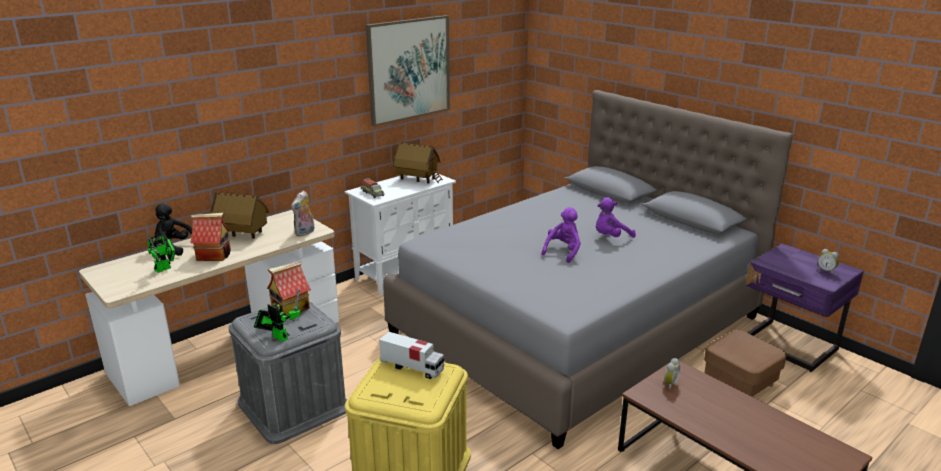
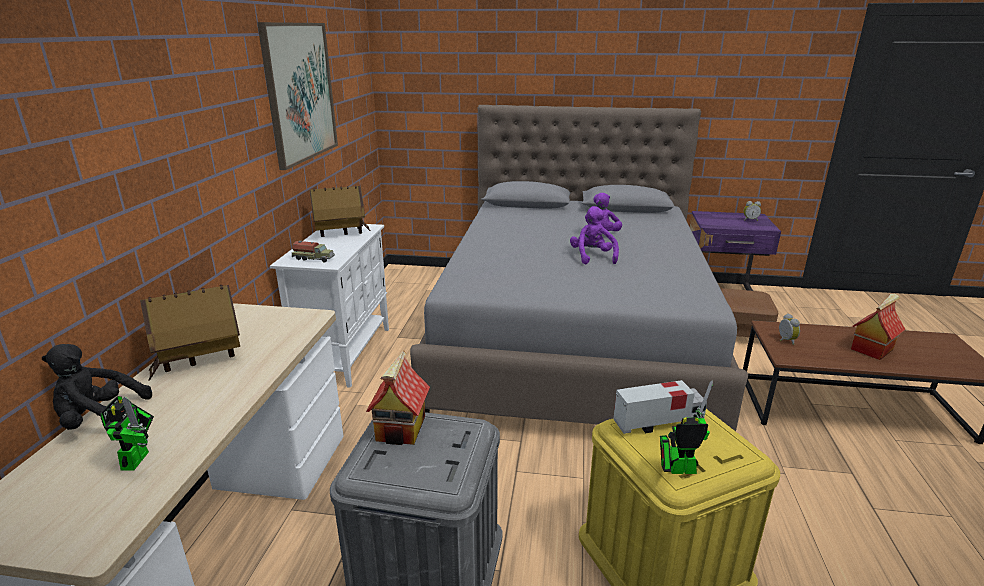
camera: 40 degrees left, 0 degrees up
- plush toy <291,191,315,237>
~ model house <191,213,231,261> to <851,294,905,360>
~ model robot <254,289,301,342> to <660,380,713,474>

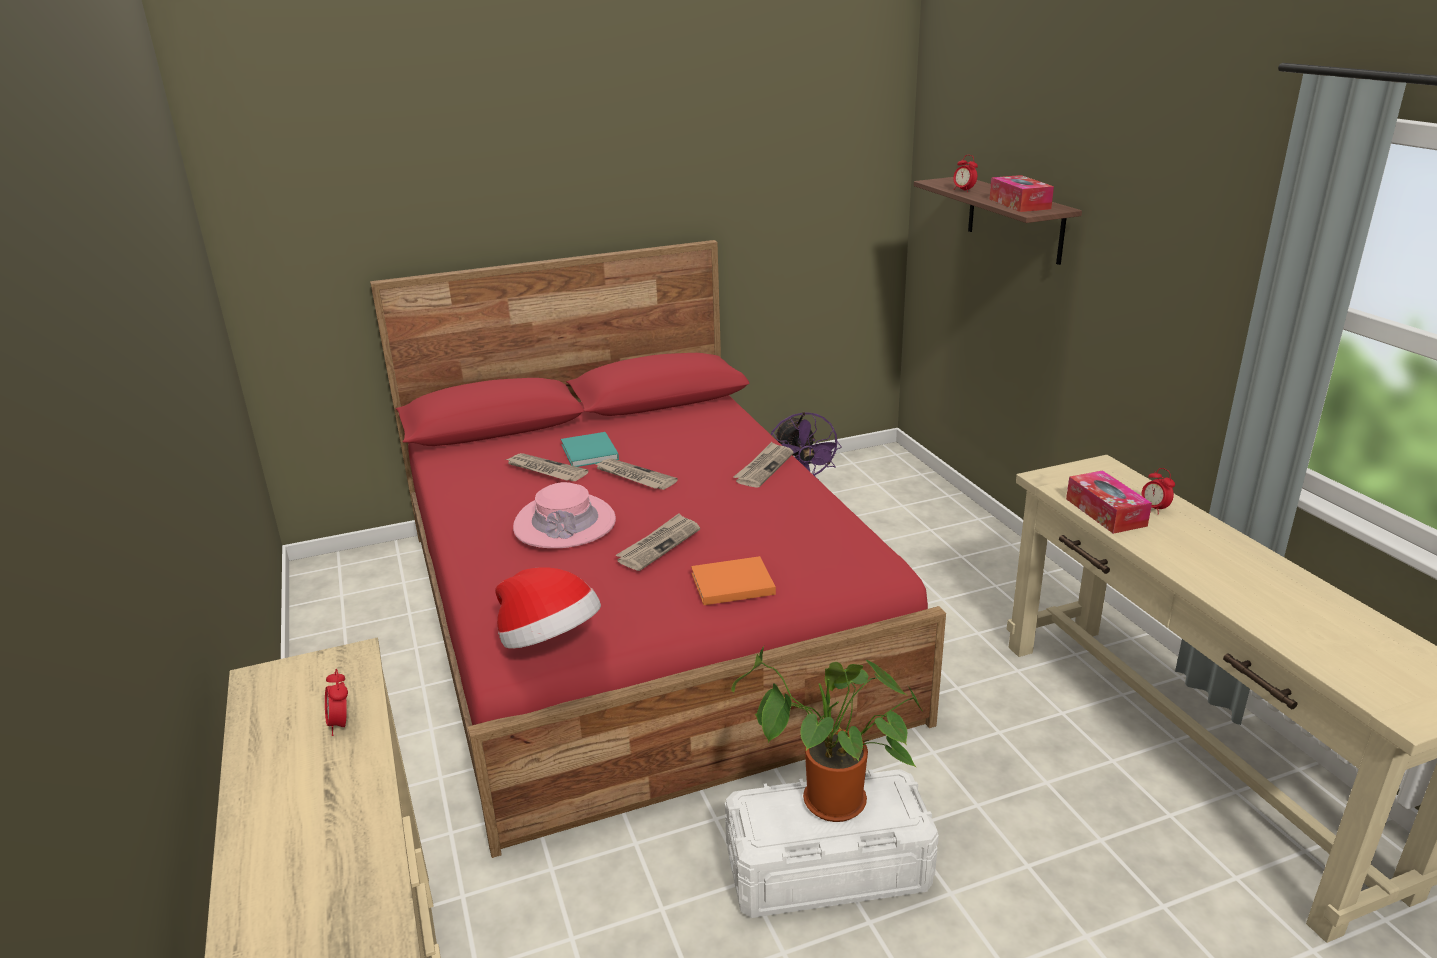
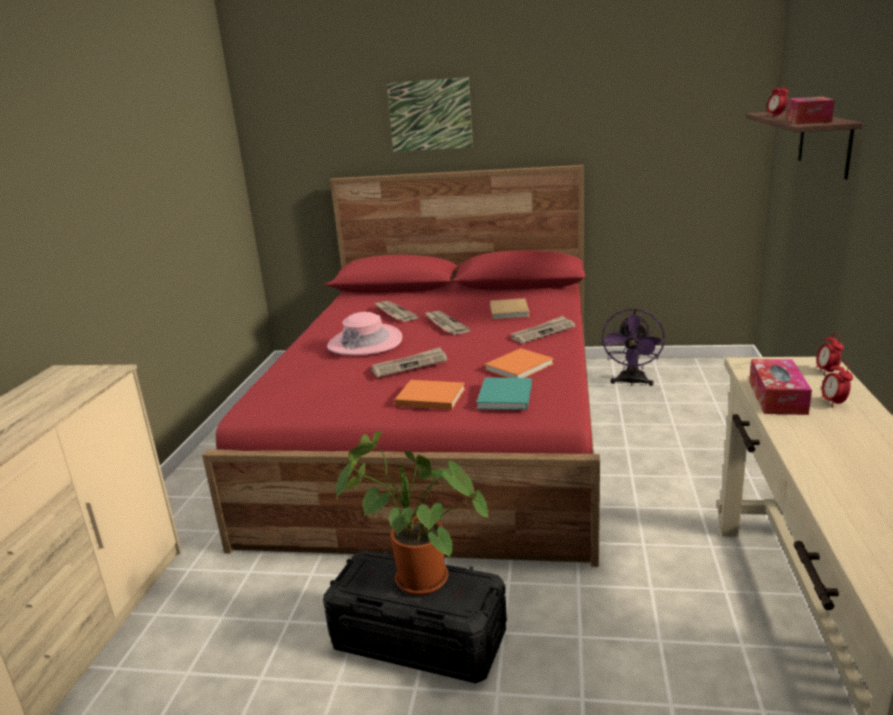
camera: 30 degrees right, 5 degrees down
~ turquoise volume <561,432,619,467> to <477,378,532,410>
- wearable hat <495,567,601,649>
~ alarm clock <325,669,348,736> to <816,333,844,375>
~ white storage bin <725,769,939,918> to black-coloured storage bin <323,551,507,683>
+ wall art <387,77,473,152>
+ beige-coloured volume <490,298,530,319>
+ orange volume <484,348,554,378>

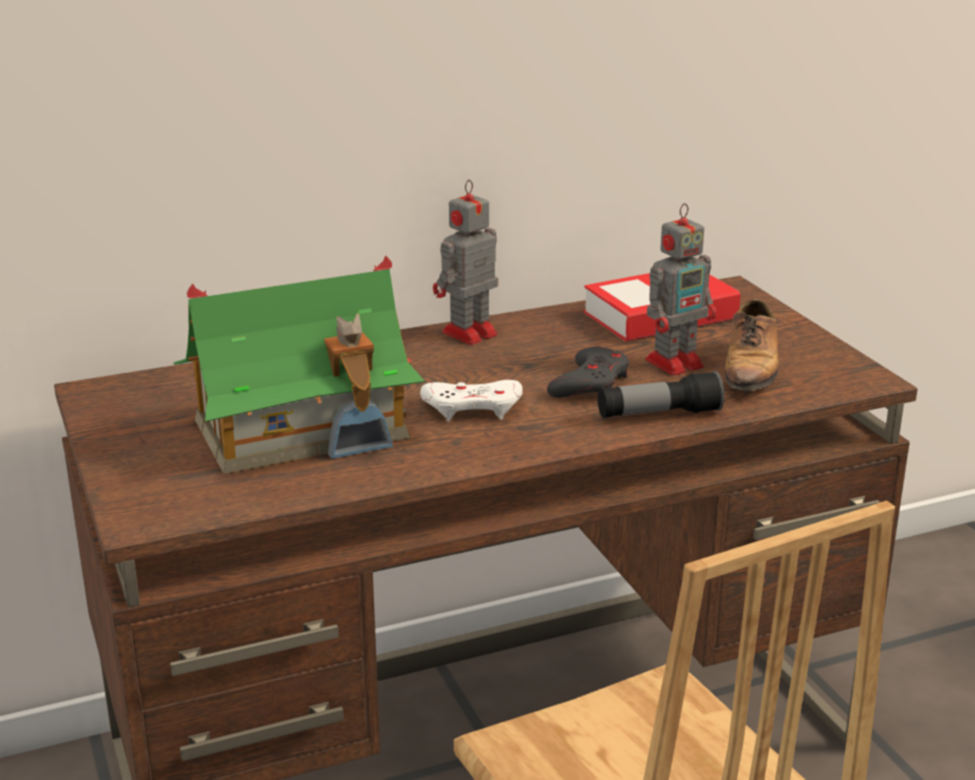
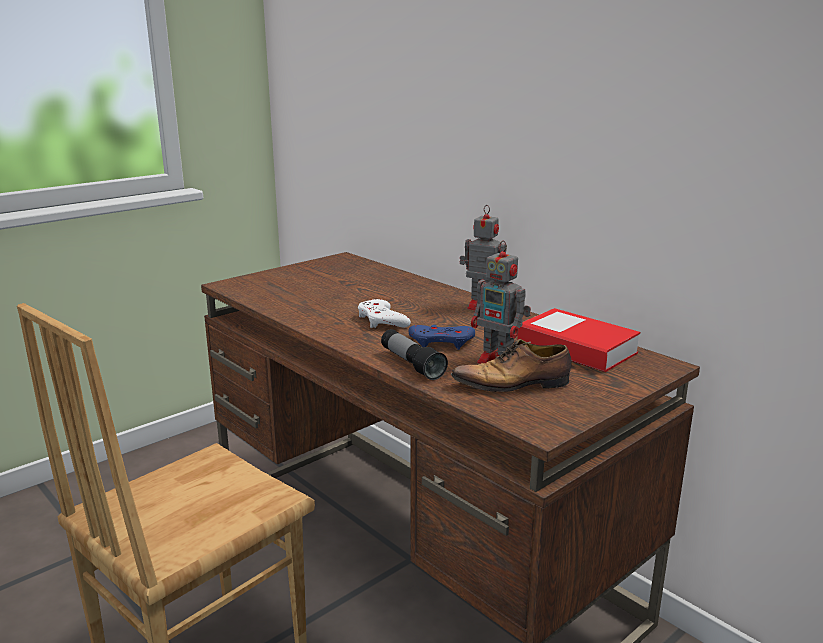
camera: 70 degrees right, 5 degrees down
- model house <173,255,425,474>
~ gray game controller <547,347,629,398> to bluish game controller <409,325,475,350>

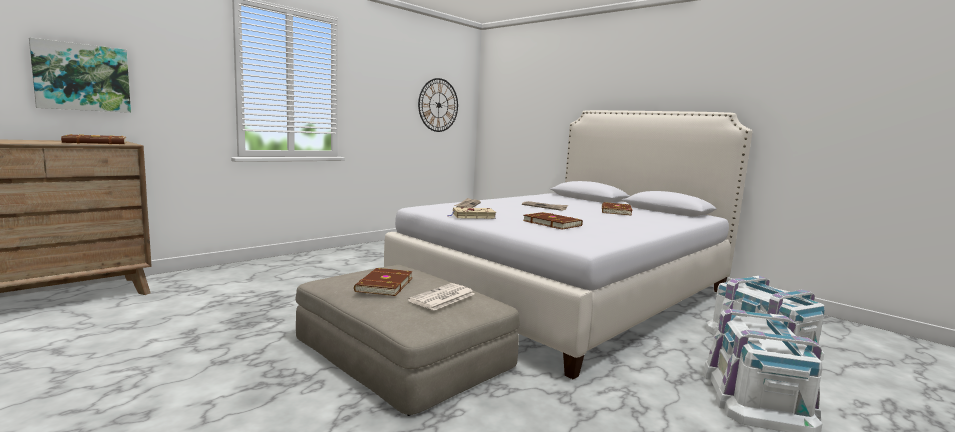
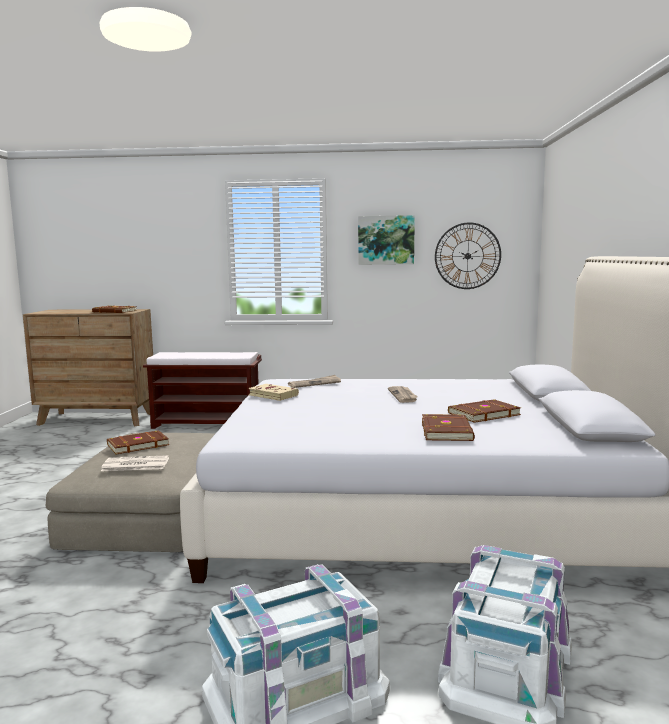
camera: 50 degrees right, 0 degrees up
~ wall art <29,37,131,113> to <358,215,415,265>
~ brown-coloured volume <523,212,583,229> to <422,414,475,441>
+ brown-coloured indoor bench <143,352,262,429>

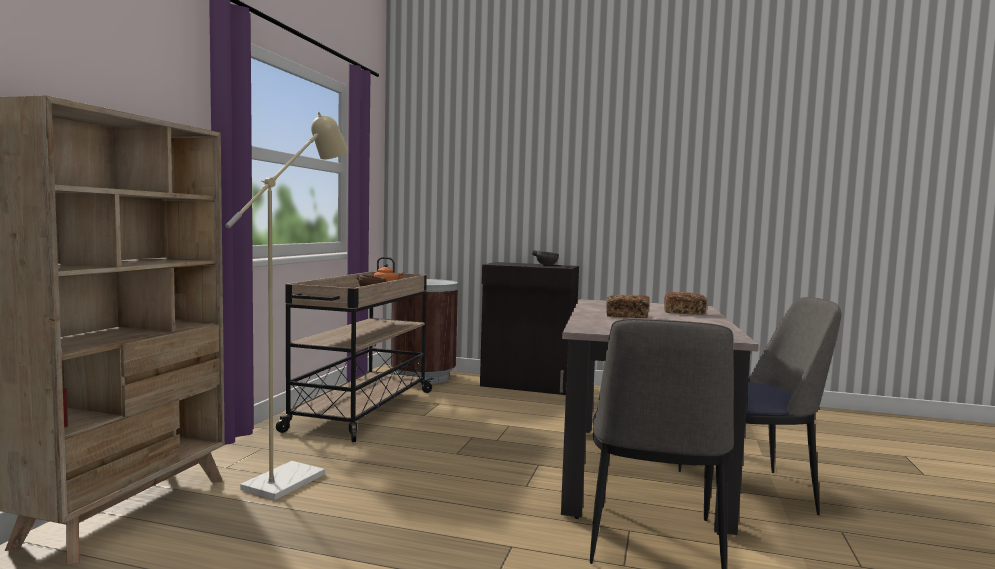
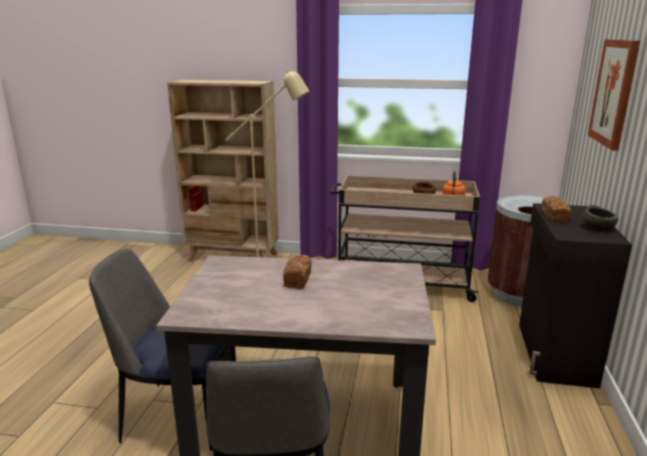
camera: 85 degrees right, 15 degrees up
~ bakery bread <664,292,707,315> to <542,196,572,222>
+ wall art <588,39,640,151>

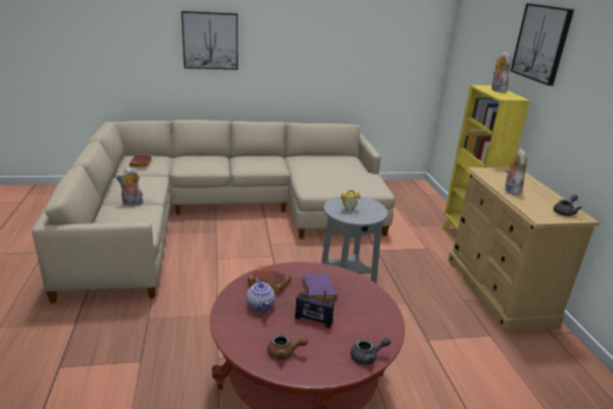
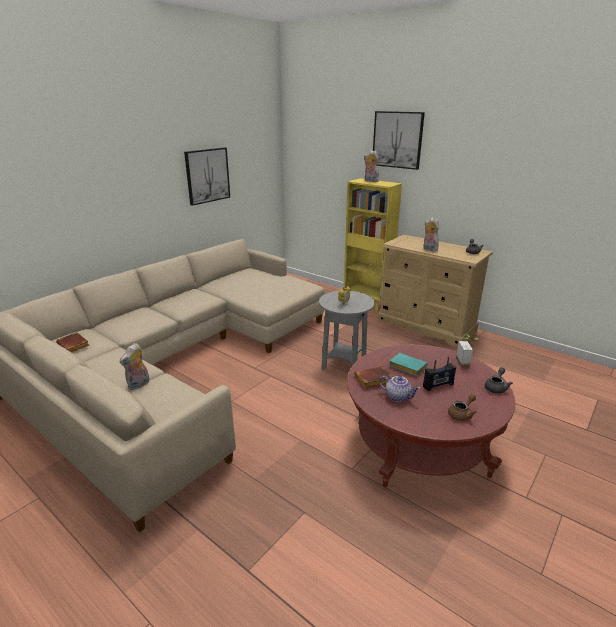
camera: 40 degrees left, 0 degrees up
~ wall art <181,11,238,70> to <184,148,230,206>
~ purplish volume <302,274,337,301> to turquoise volume <389,353,428,376>
+ potted plant <456,334,479,368>

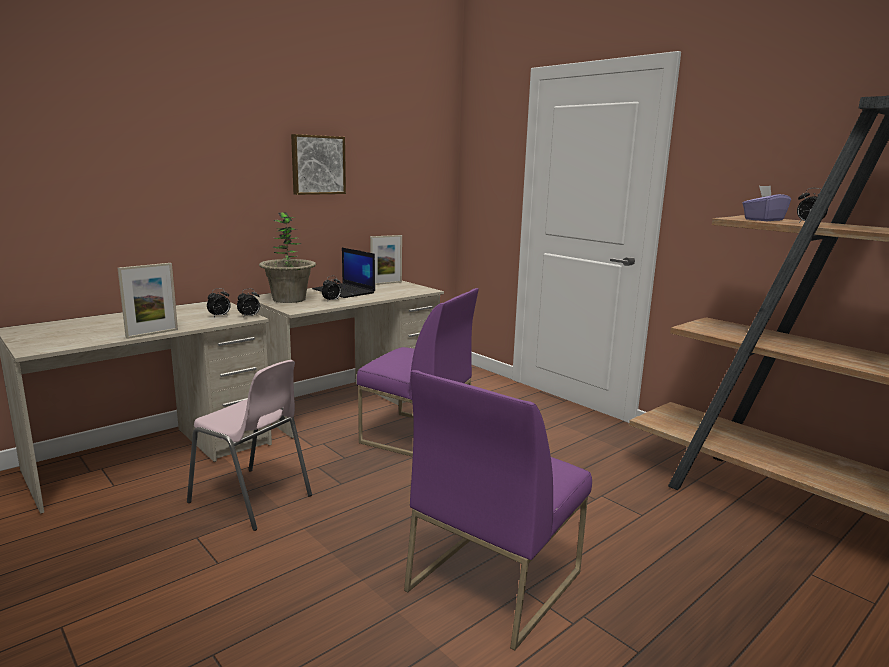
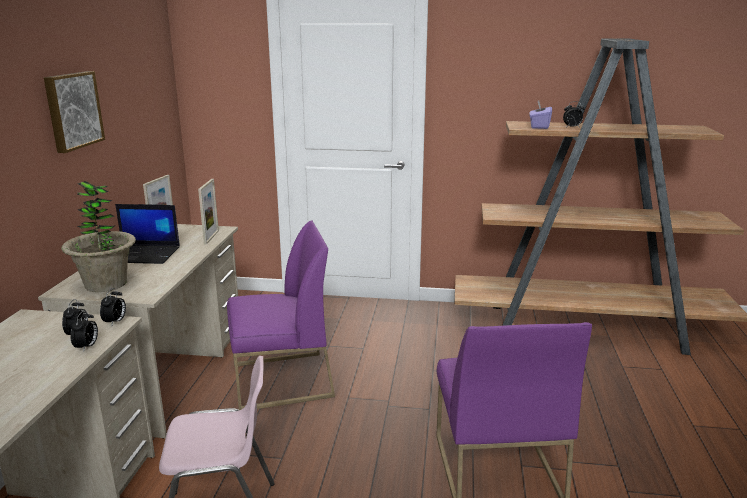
camera: 40 degrees left, 5 degrees up
~ photo frame <118,263,178,339> to <198,179,219,245>
~ alarm clock <322,276,341,302> to <70,310,98,352>

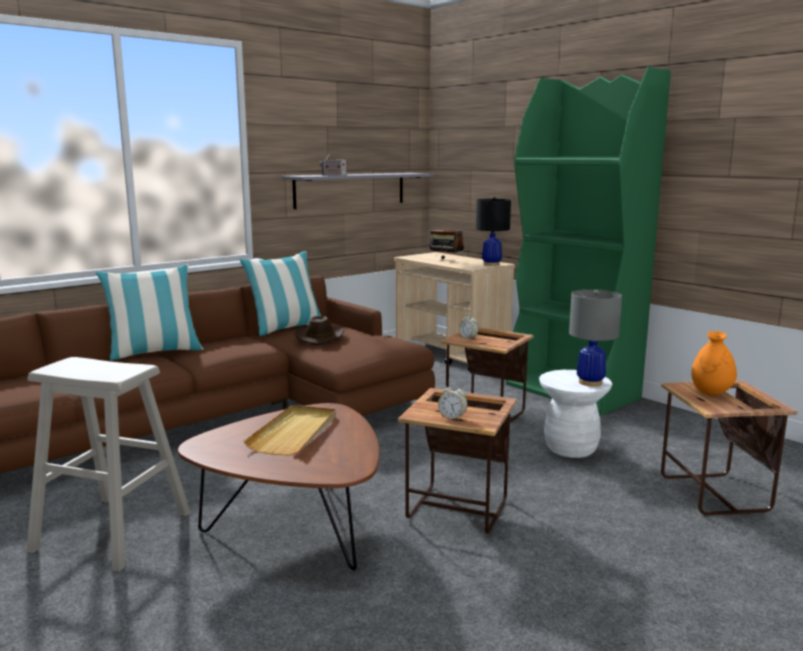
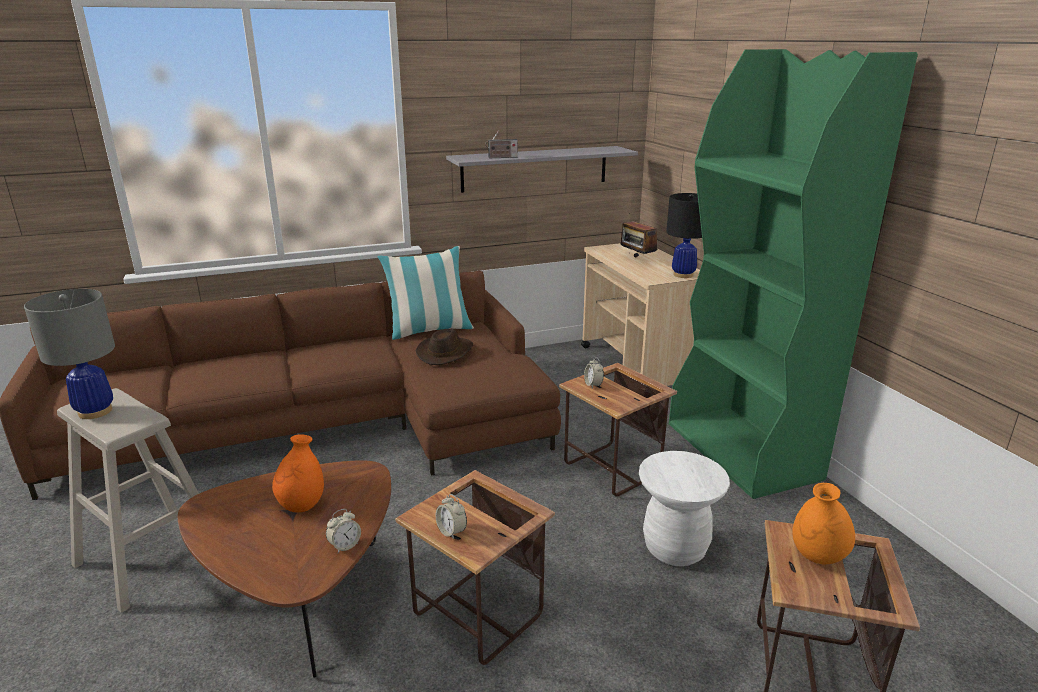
camera: 20 degrees right, 10 degrees up
- throw pillow <95,264,203,360>
~ gray table lamp <569,289,622,386> to <24,289,115,419>
~ beige-coloured tray <244,405,336,456> to orange decorative vase <272,434,324,512>
+ alarm clock <326,509,361,553>

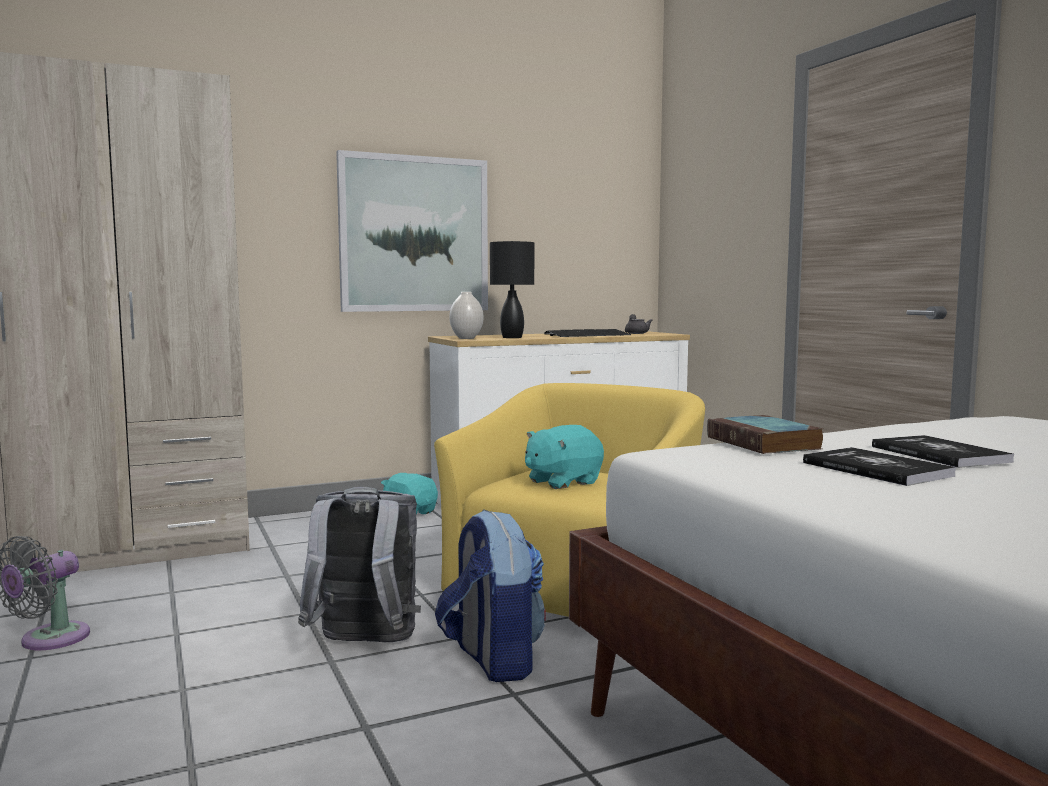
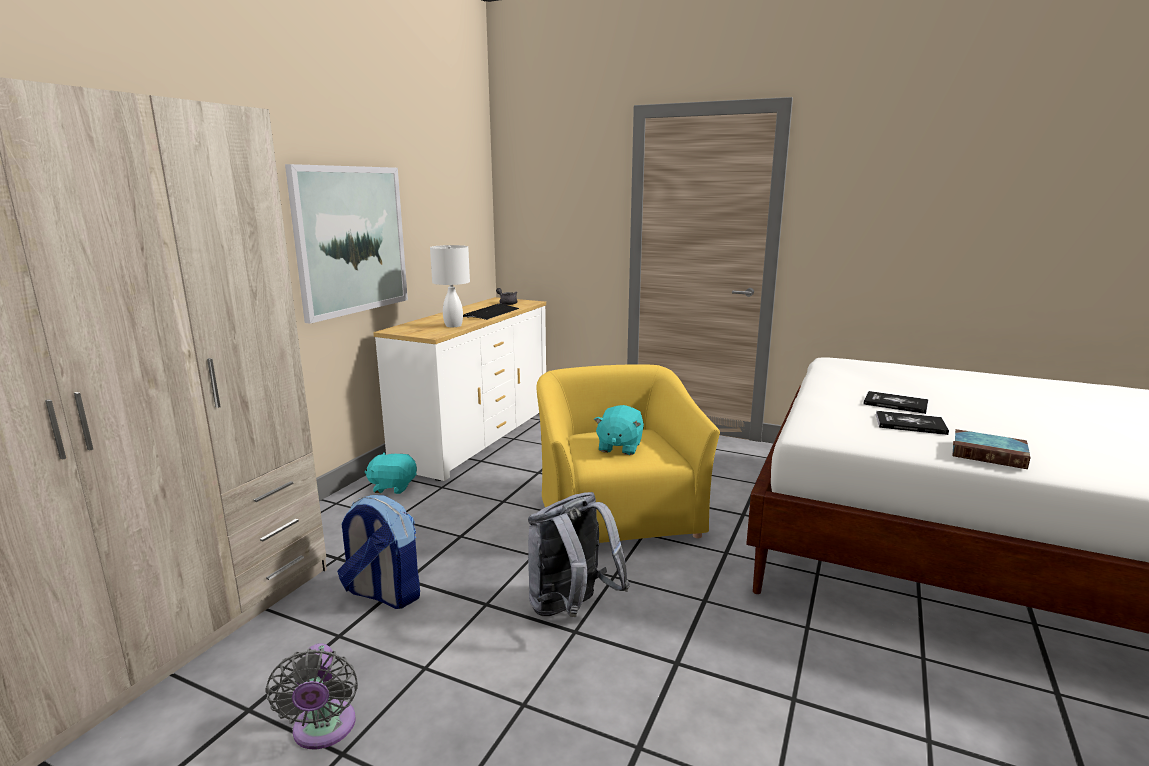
camera: 40 degrees left, 10 degrees up
~ black-coloured table lamp <490,241,534,338> to white table lamp <430,245,470,327>
- white decorative vase <449,292,483,339>
~ volume <707,415,823,454> to <953,429,1031,469>
~ knapsack <435,510,545,682> to <337,495,420,609>

